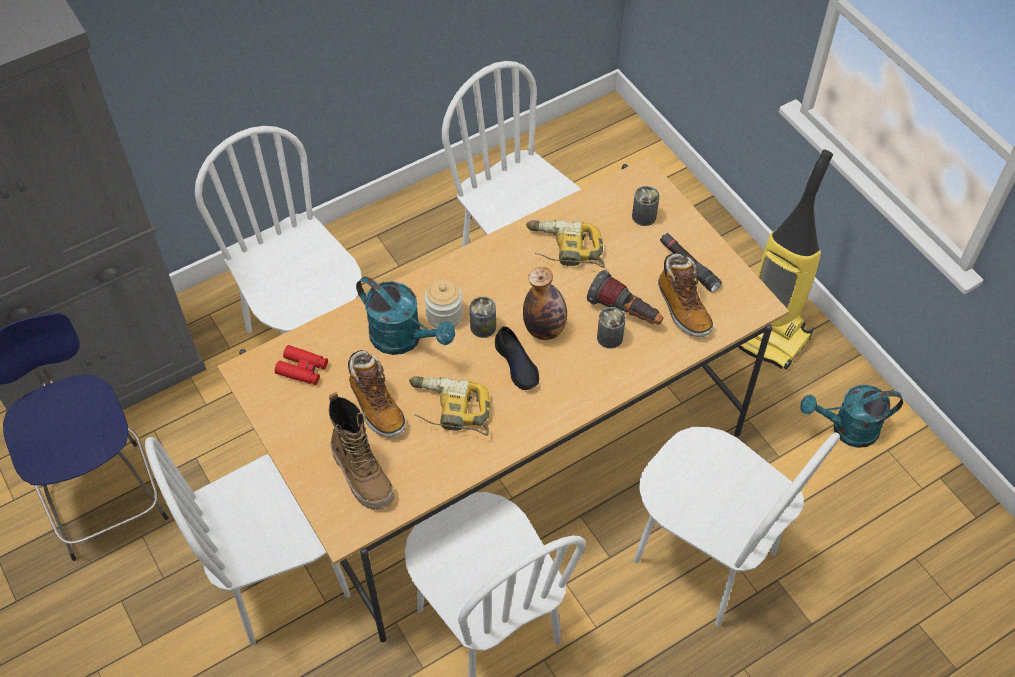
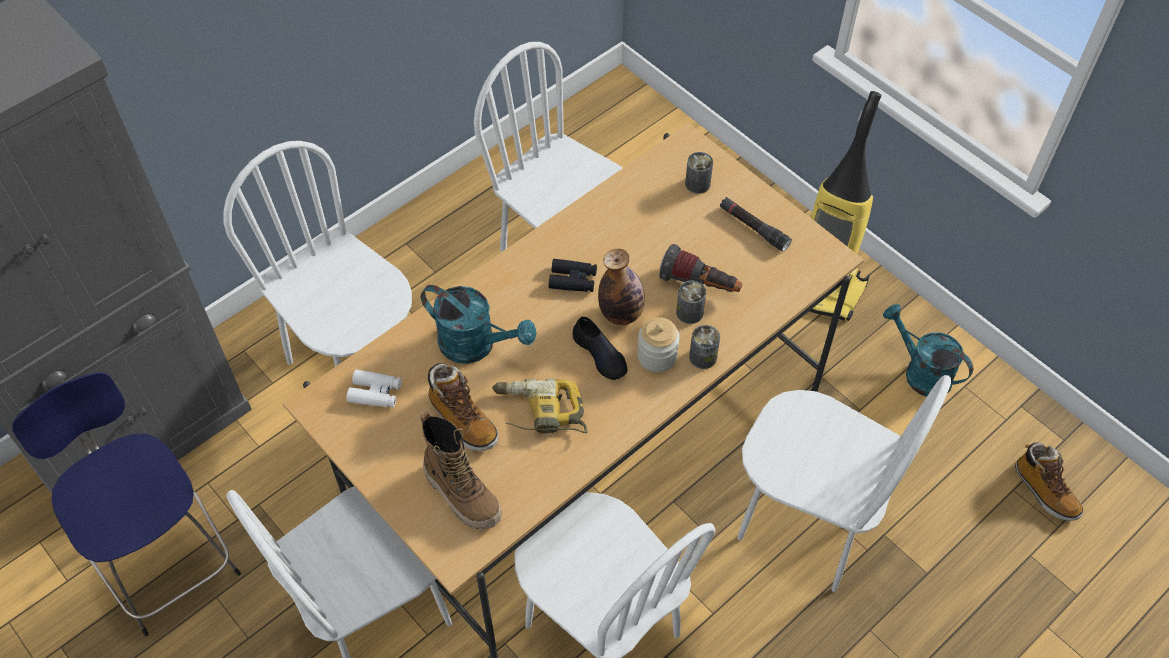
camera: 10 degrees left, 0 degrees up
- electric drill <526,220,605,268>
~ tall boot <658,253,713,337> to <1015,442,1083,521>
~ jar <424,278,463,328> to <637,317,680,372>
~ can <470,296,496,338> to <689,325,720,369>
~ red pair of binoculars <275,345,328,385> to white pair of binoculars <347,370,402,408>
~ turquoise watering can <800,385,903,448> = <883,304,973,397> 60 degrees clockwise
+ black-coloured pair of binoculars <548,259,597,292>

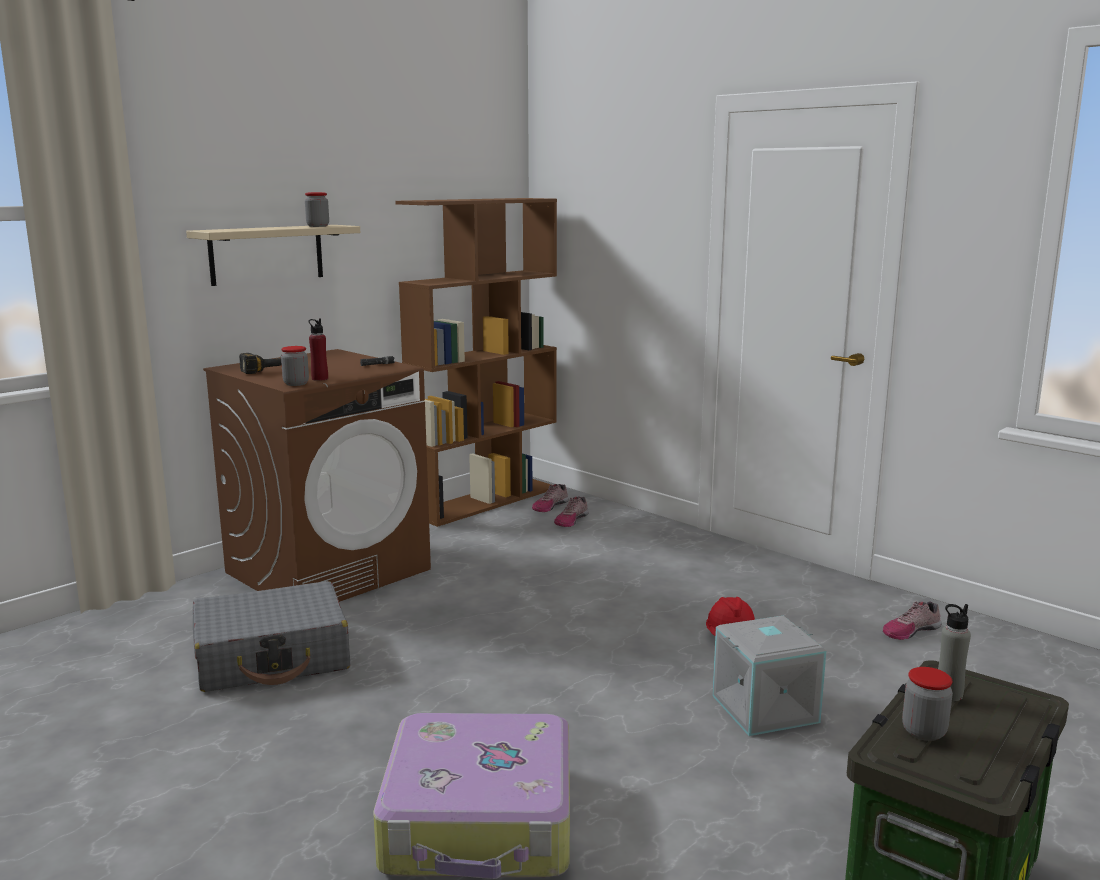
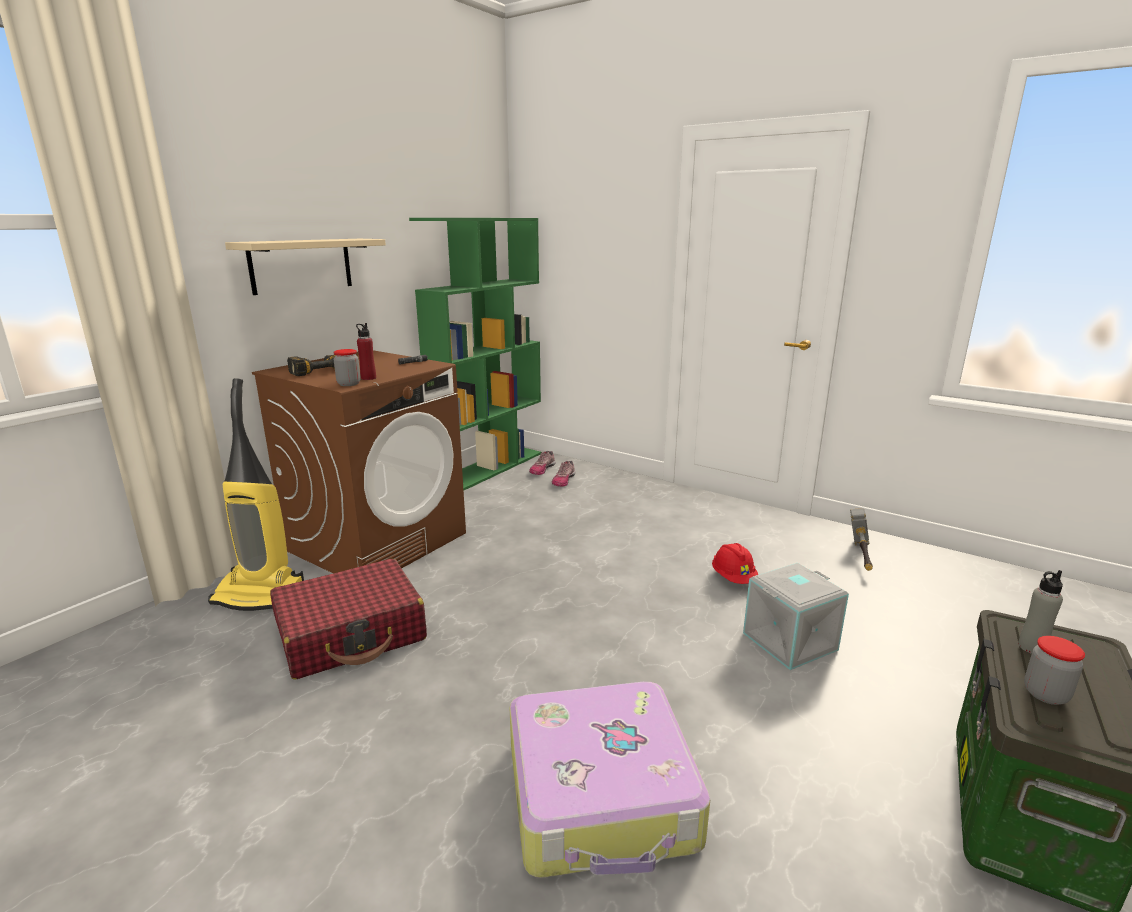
camera: 10 degrees left, 5 degrees up
- jar <305,192,329,227>
~ brown-coloured bookshelf <395,198,557,527> to green bookshelf <409,218,541,490>
~ gray suitcase <193,581,350,692> to red suitcase <270,559,427,679>
~ shoe <883,601,942,640> to hammer <850,508,873,571>
+ vacuum <208,378,304,611>

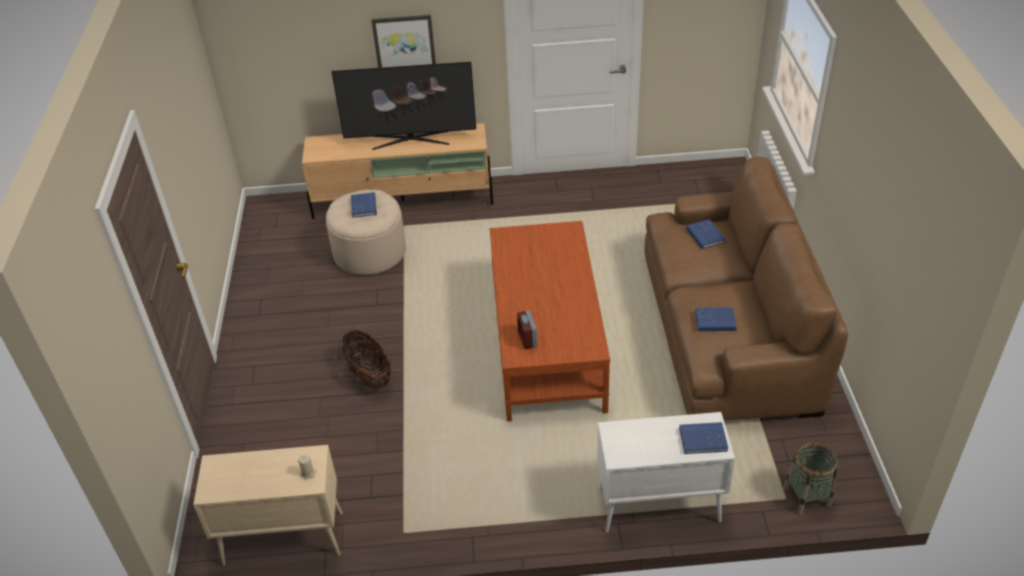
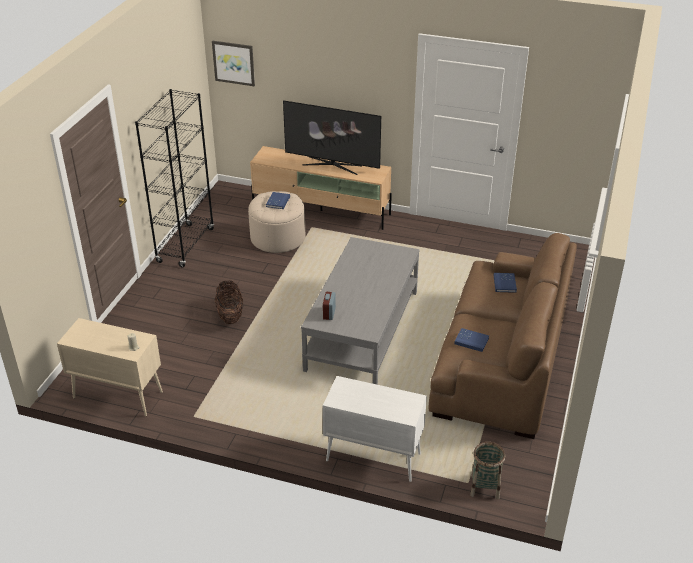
camera: 20 degrees right, 5 degrees down
~ wall art <371,15,436,68> to <212,40,255,86>
~ brown-coloured coffee table <490,221,610,422> to gray coffee table <301,237,420,385>
- bluish volume <679,422,728,454>
+ black-coloured bookshelf <135,89,214,267>

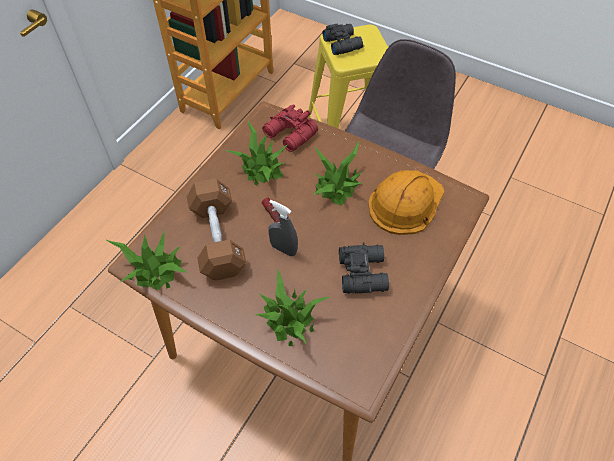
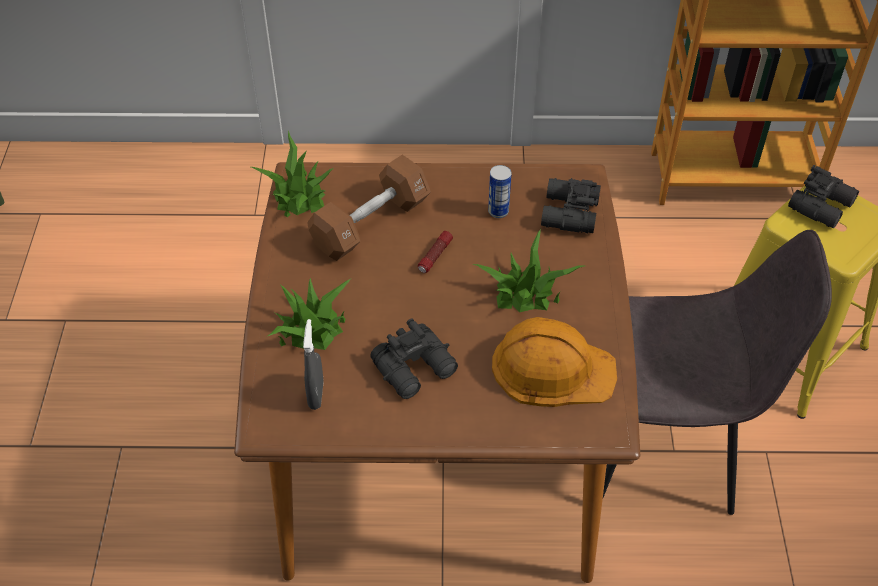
camera: 60 degrees right, 5 degrees down
~ red pair of binoculars <262,104,318,152> to black-coloured pair of binoculars <541,178,601,233>
~ potted plant <224,120,287,185> to can <488,165,512,218>
~ gray spray bottle <268,200,298,257> to <303,319,324,410>

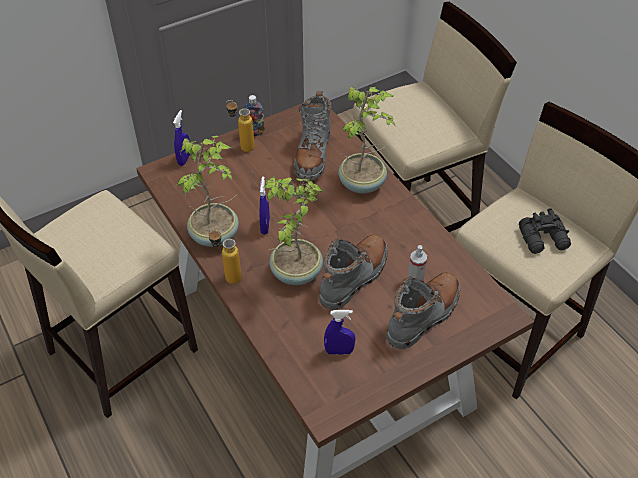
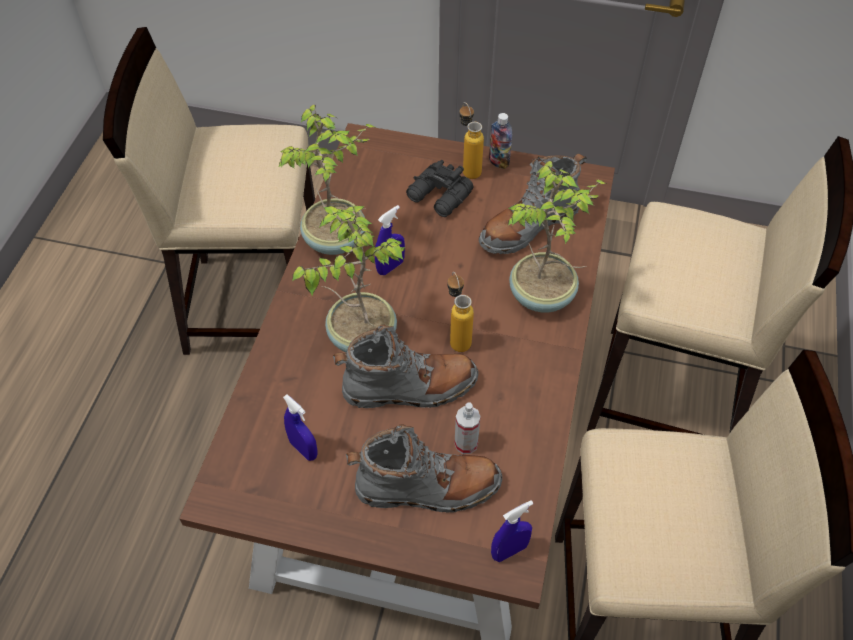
camera: 45 degrees right, 5 degrees up
~ bluish spray bottle <173,110,190,166> to <491,500,533,562>
~ black-coloured pair of binoculars <519,208,571,254> to <406,160,474,217>
~ drink bottle <209,229,241,284> to <447,272,474,352>

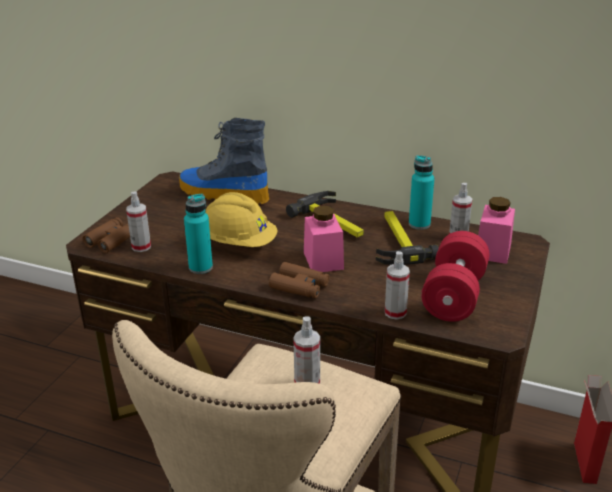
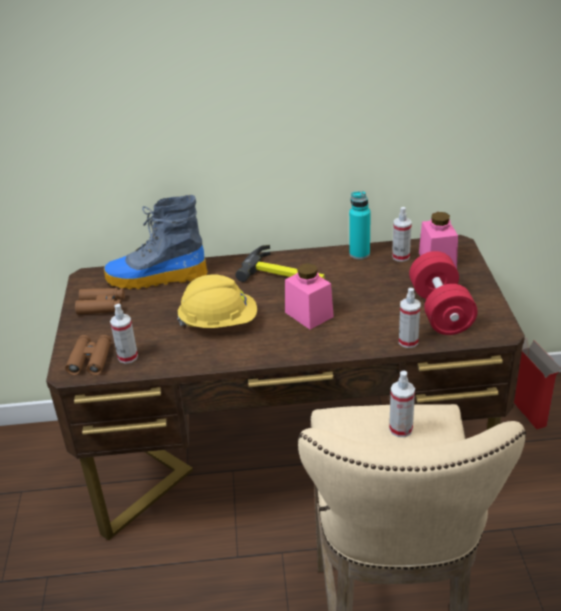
camera: 25 degrees left, 5 degrees up
- turquoise drink bottle <184,194,213,274>
- hammer <376,211,439,265>
~ brown-coloured pair of binoculars <269,262,329,298> to <75,288,125,314>

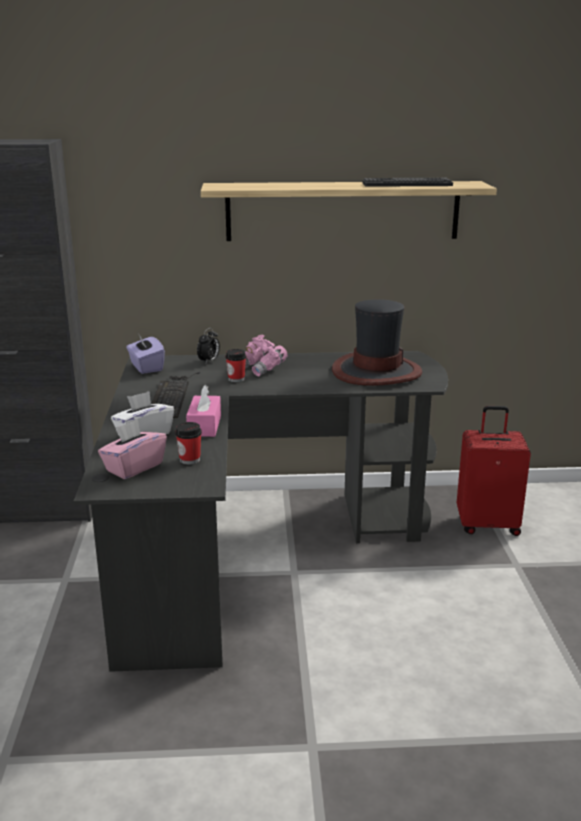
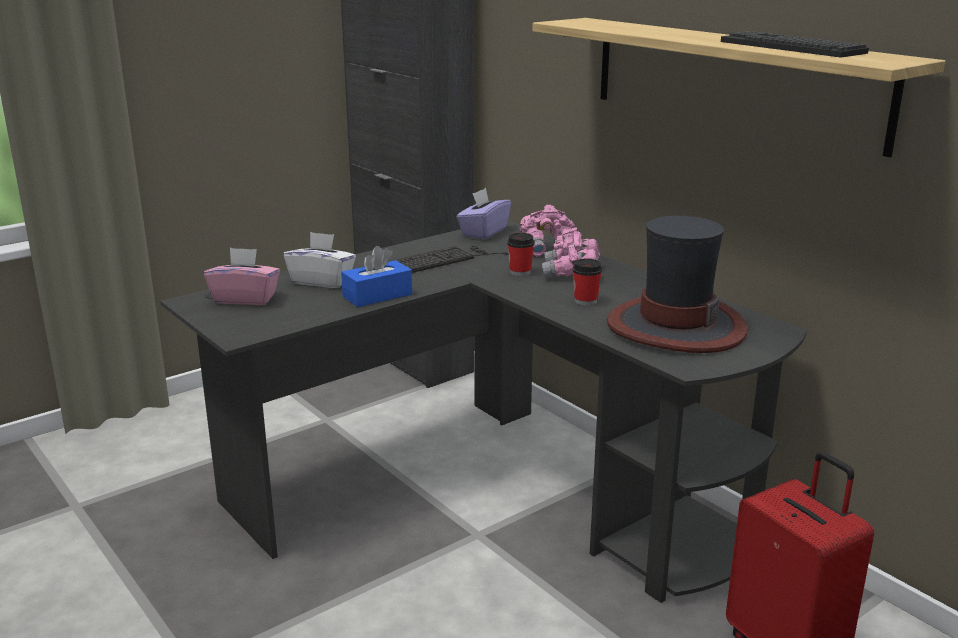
camera: 55 degrees right, 0 degrees up
~ alarm clock <197,328,220,363> to pink pair of binoculars <520,205,575,257>
~ pink tissue box <186,385,221,437> to bluish tissue box <341,246,412,307>
~ small cup <175,422,202,465> to <572,258,602,306>

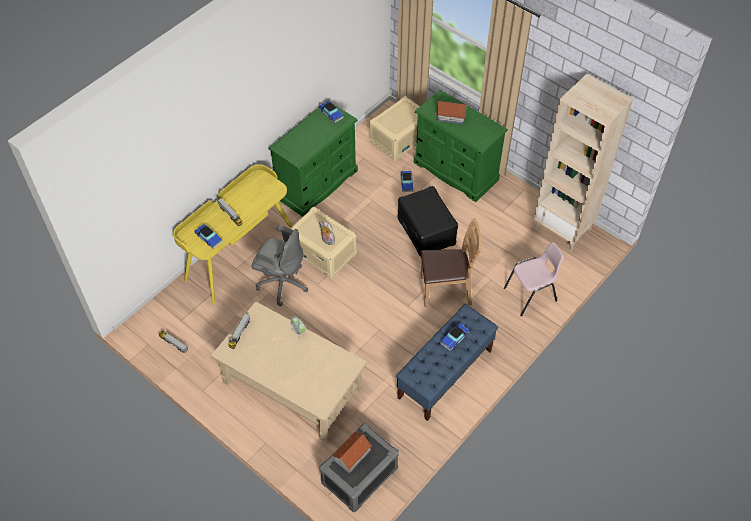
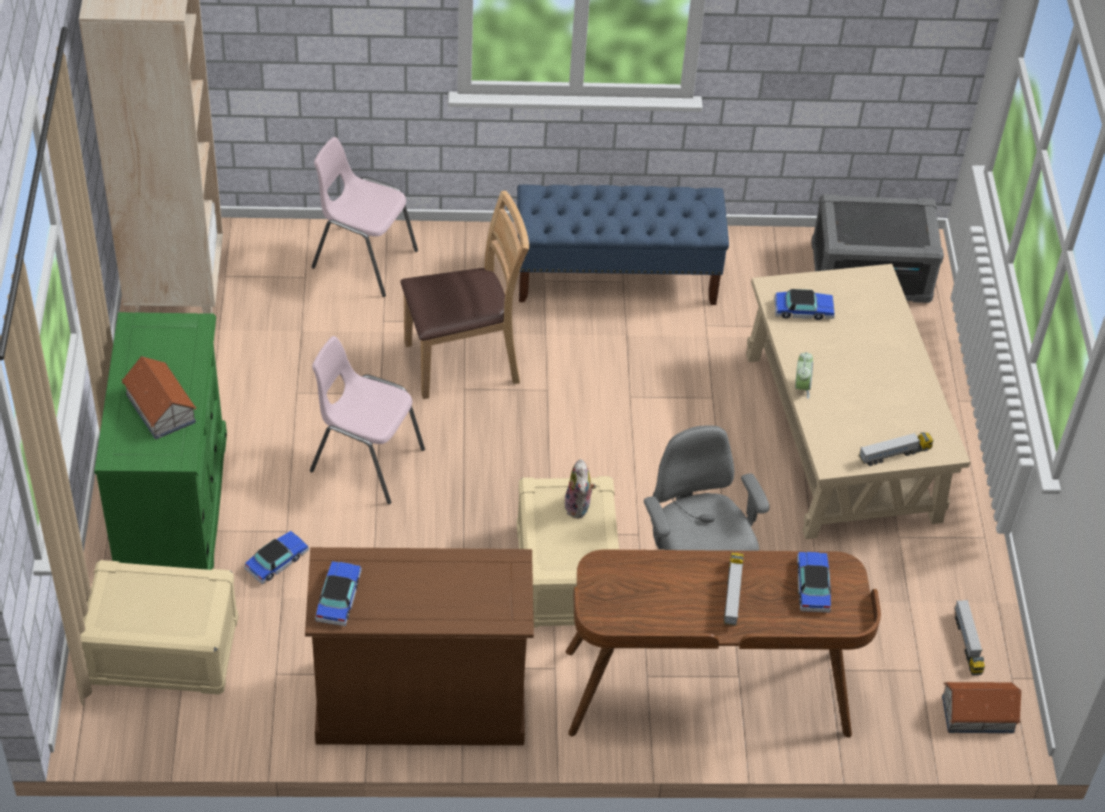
camera: 135 degrees left, 5 degrees down
~ green chest of drawers <268,100,358,217> to brown-coloured chest of drawers <305,547,534,745>
~ yellow-coloured desk <173,164,292,304> to brown-coloured desk <566,550,881,738>
~ black-coloured storage bin <397,186,458,257> to pink upright chair <310,336,425,504>
~ brown-coloured upright chair <420,218,482,307> = <401,191,529,399> 120 degrees clockwise
~ model car <440,323,469,351> to <774,289,835,320>
~ model house <332,432,372,474> to <942,682,1021,733>

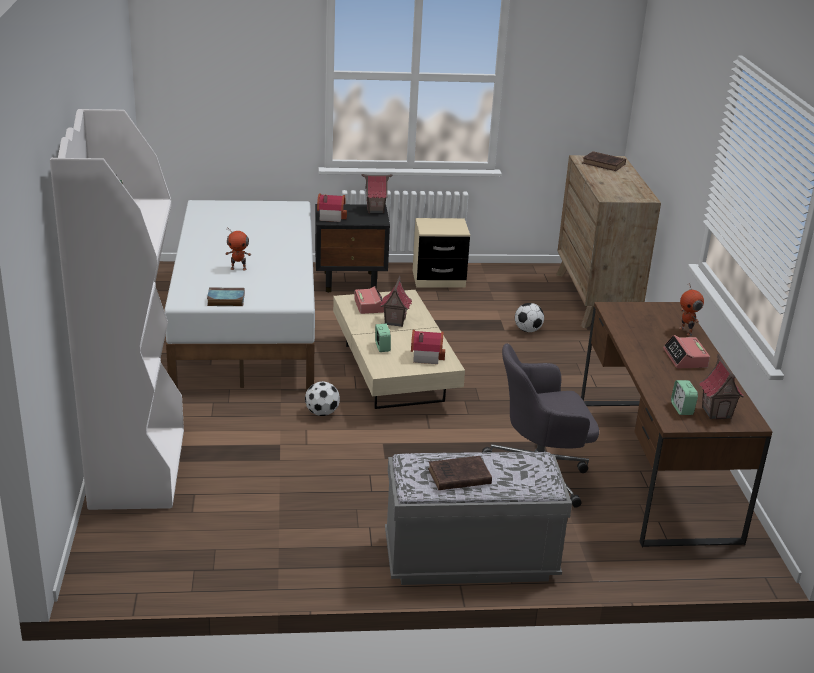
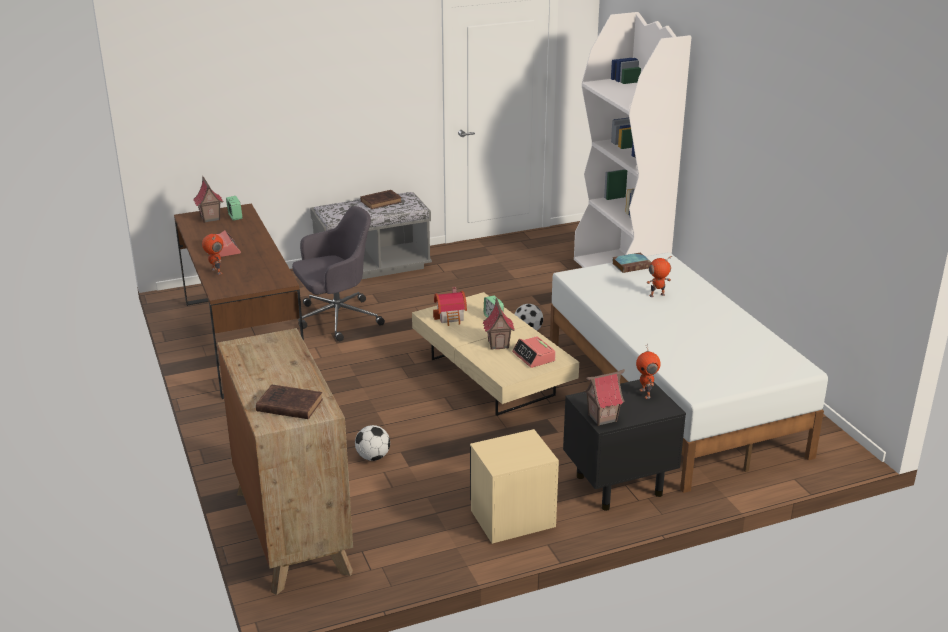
camera: 165 degrees right, 0 degrees up
~ model house <317,193,347,222> to model robot <636,344,661,399>

